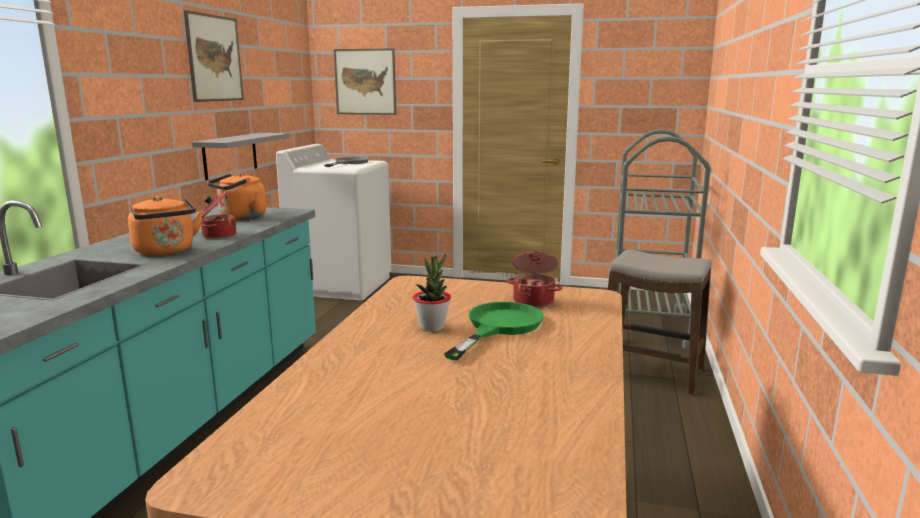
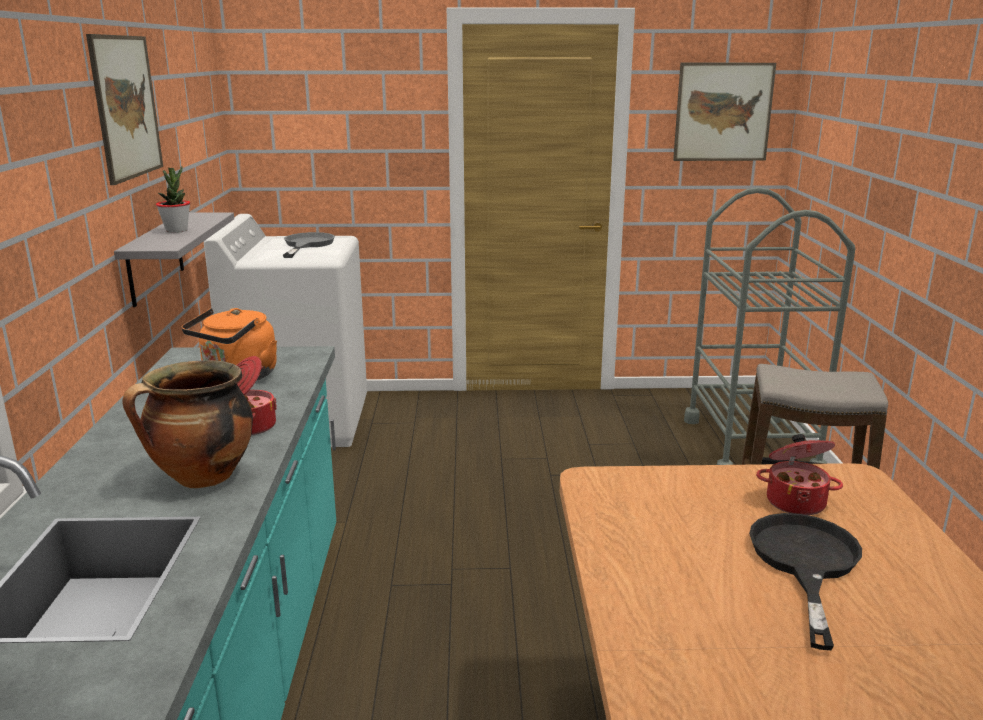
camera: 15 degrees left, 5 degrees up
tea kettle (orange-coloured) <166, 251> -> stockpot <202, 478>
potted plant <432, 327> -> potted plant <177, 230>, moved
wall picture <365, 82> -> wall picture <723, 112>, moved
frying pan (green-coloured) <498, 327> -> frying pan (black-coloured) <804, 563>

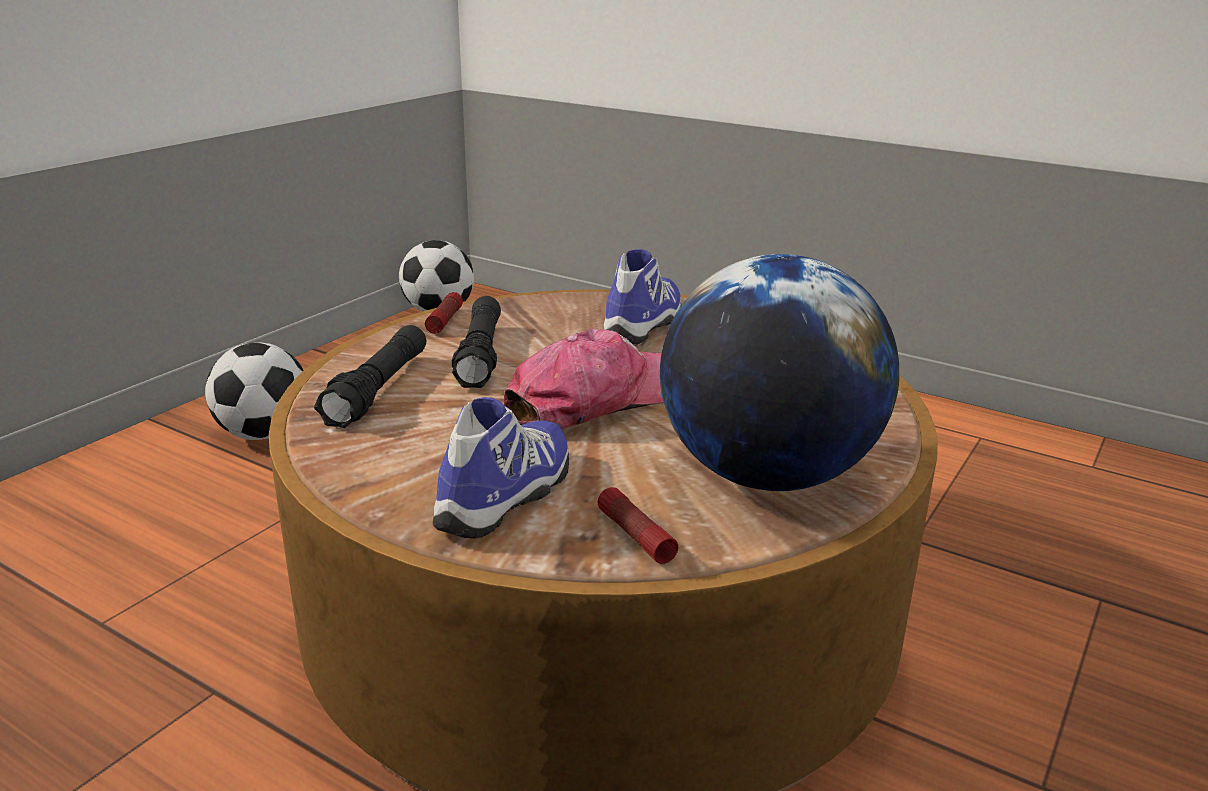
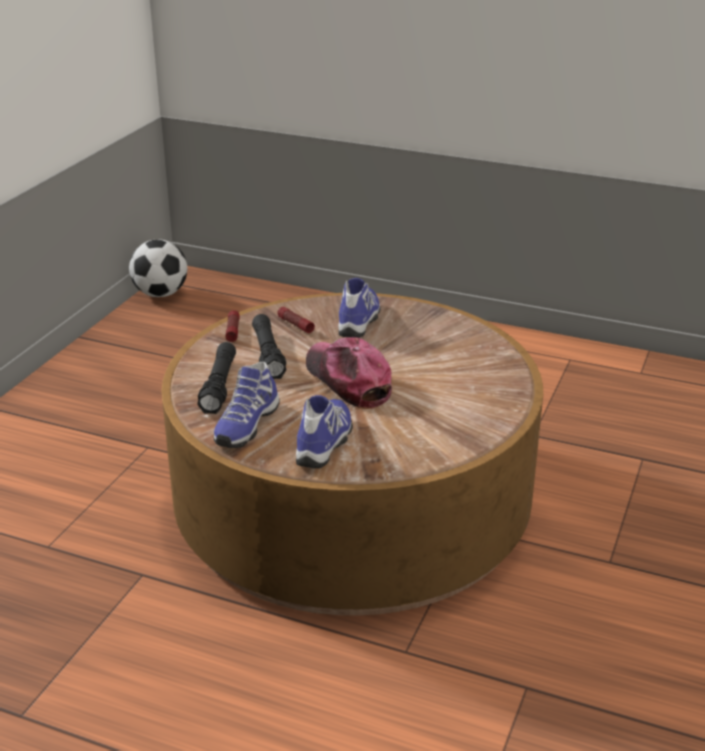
camera: 10 degrees left, 5 degrees up
none -> item of footwear <245, 425>
torch <634, 536> -> torch <295, 325>, moved
baseball cap <592, 402> -> baseball cap <348, 380>, 75 degrees counterclockwise
football <264, 434> -> none
desk globe <767, 475> -> none

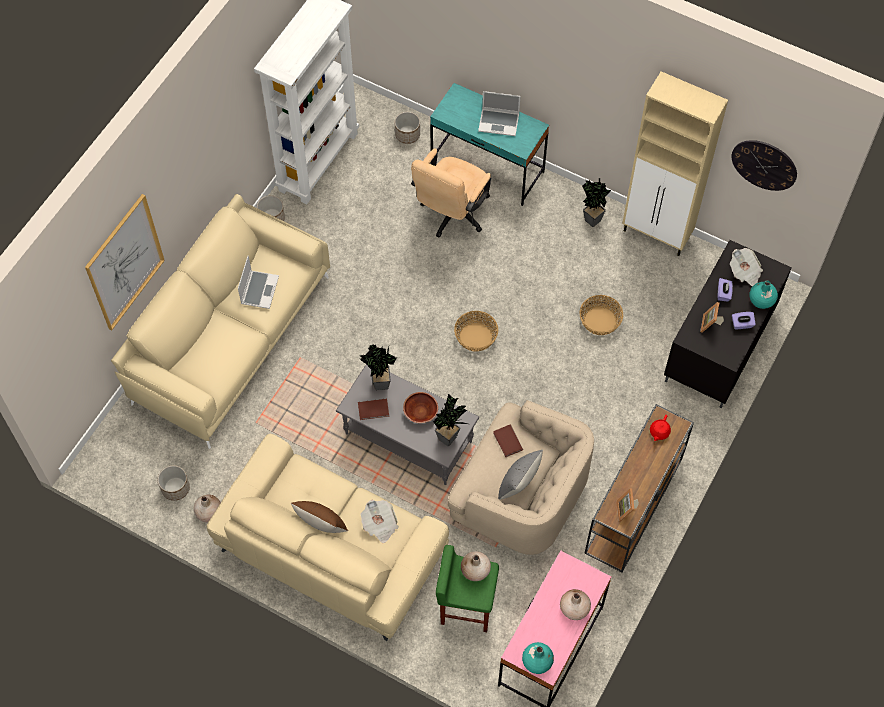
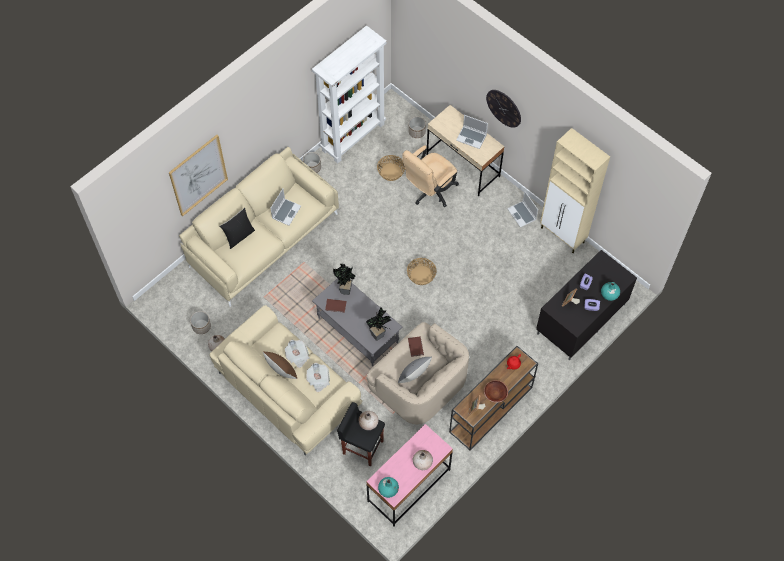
camera: 15 degrees right, 0 degrees up
none -> throw pillow (black-coloured) <239, 236>
daily paper <744, 272> -> daily paper <297, 356>, moved
sitting stool (green-coloured) <466, 607> -> sitting stool (black-coloured) <362, 447>
household basket <600, 321> -> household basket <391, 172>, moved
desk unit (turquoise) <487, 168> -> desk unit (sand-coloured) <463, 166>
bowl (brown-coloured) <420, 412> -> bowl (brown-coloured) <495, 394>, moved
clock on the wall <764, 165> -> clock on the wall <504, 108>, moved
potted plant <591, 218> -> laptop <522, 214>

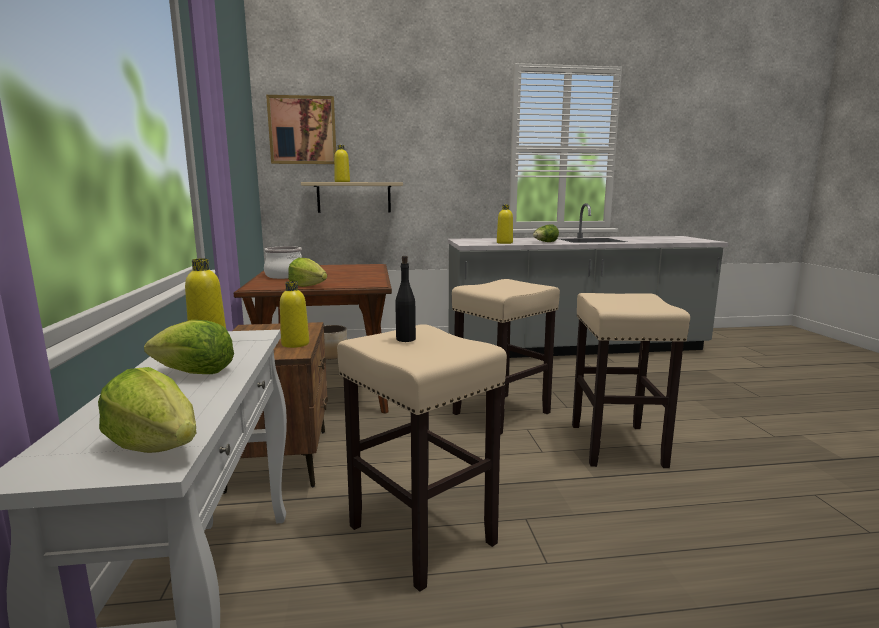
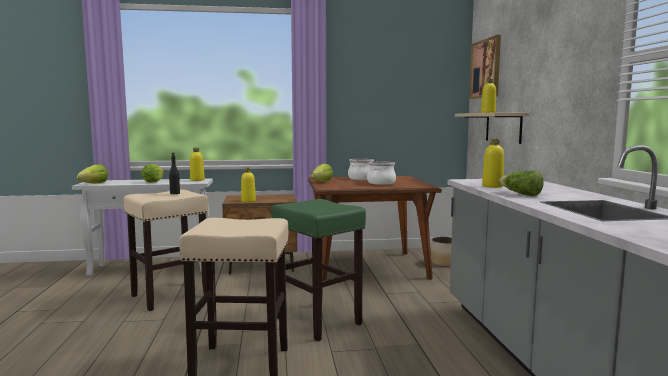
camera: 90 degrees right, 5 degrees down
sitting stool (sand-coloured) <502, 413> -> sitting stool (green-coloured) <319, 321>
none -> stockpot <381, 183>

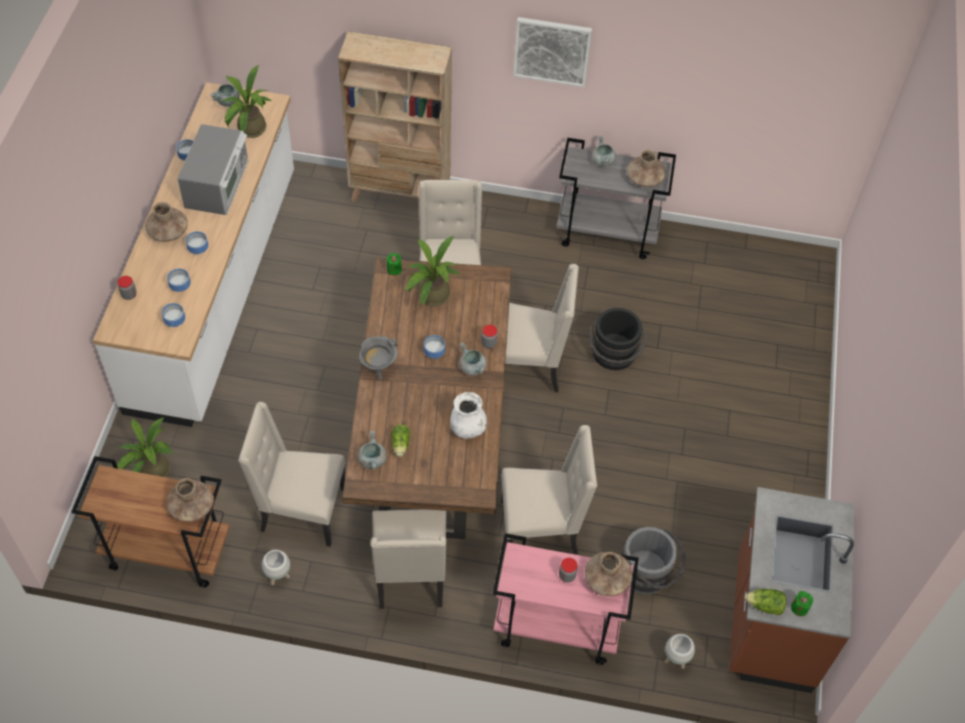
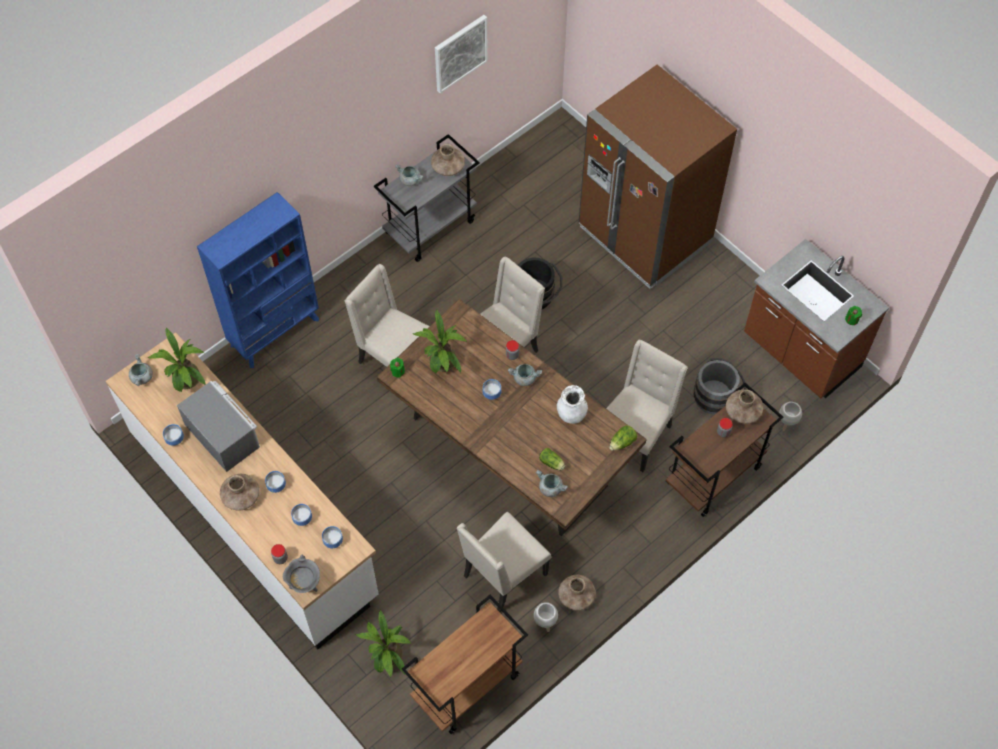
camera: 50 degrees left, 5 degrees up
bookshelf (sand-coloured) <400, 194> -> bookshelf (blue) <275, 332>
stockpot (grey) <379, 367> -> stockpot (grey) <304, 583>, moved
wall picture <552, 51> -> wall picture <460, 53>, moved
decorative vase (brown-coloured) <192, 507> -> decorative vase (brown-coloured) <576, 596>, moved
none -> refrigerator (brown-coloured) <644, 235>
lettuce head <765, 606> -> lettuce head <622, 442>, moved
wheeled cart (pink-coloured) <555, 627> -> wheeled cart (brown-coloured) <713, 476>
plain chair (sand-coloured) <410, 576> -> none

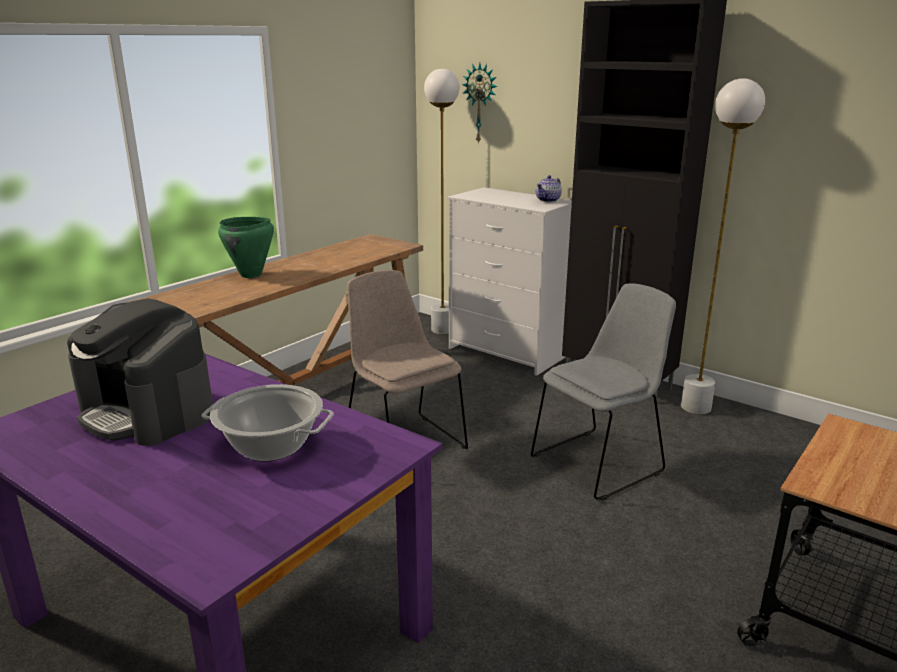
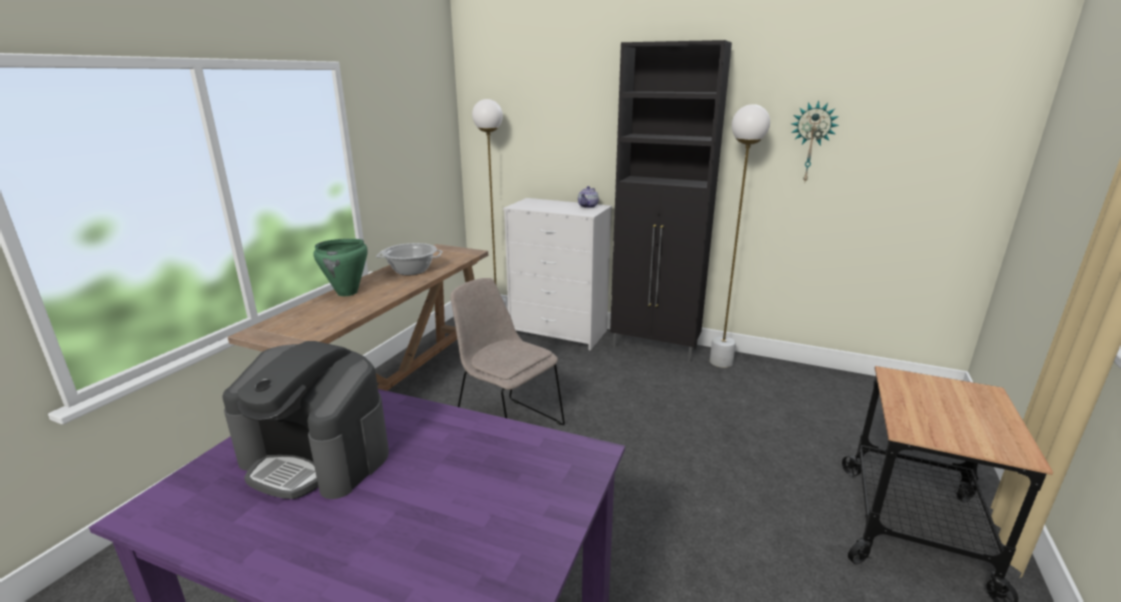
camera: 15 degrees left, 0 degrees up
stockpot <271, 446> -> stockpot <411, 270>, moved
clock on the wall <481, 103> -> clock on the wall <811, 142>, moved
plain chair (grey) <599, 462> -> none

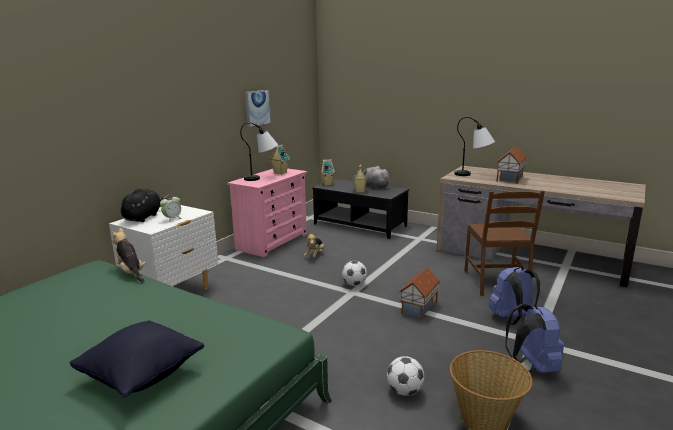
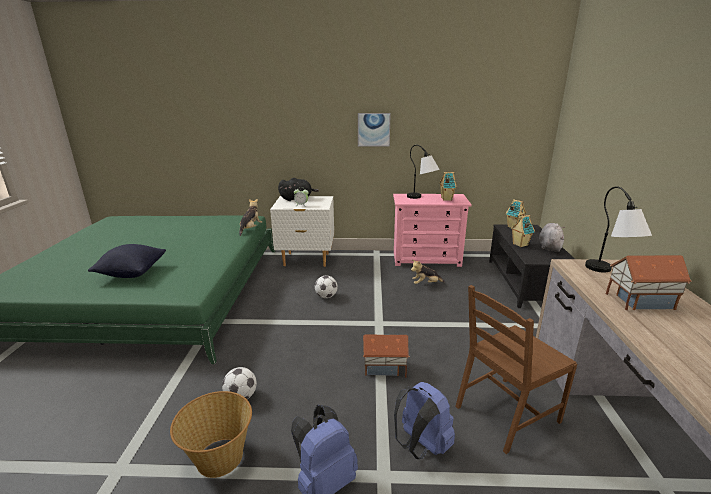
camera: 60 degrees right, 5 degrees up
football <354, 284> -> football <326, 296>, moved
wall picture <257, 108> -> wall picture <373, 129>, moved

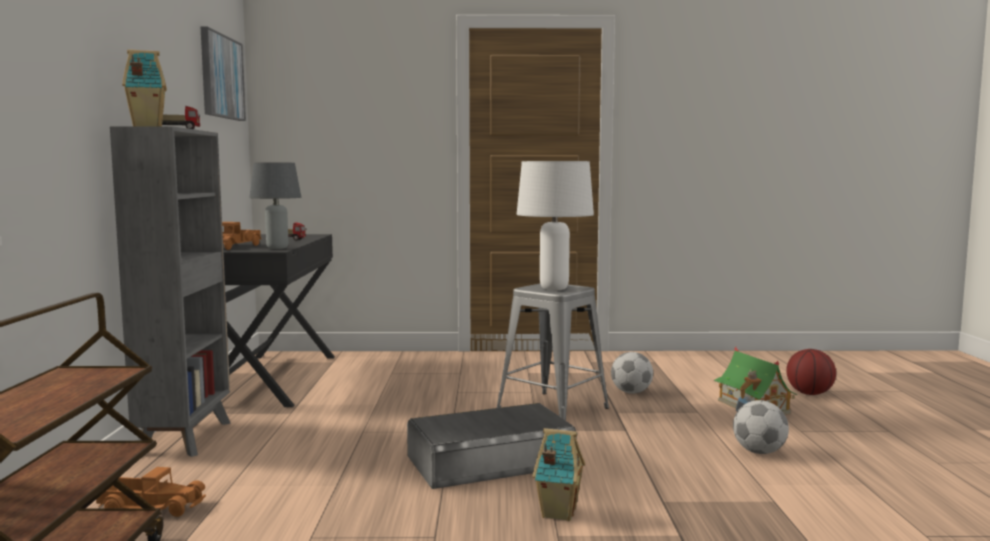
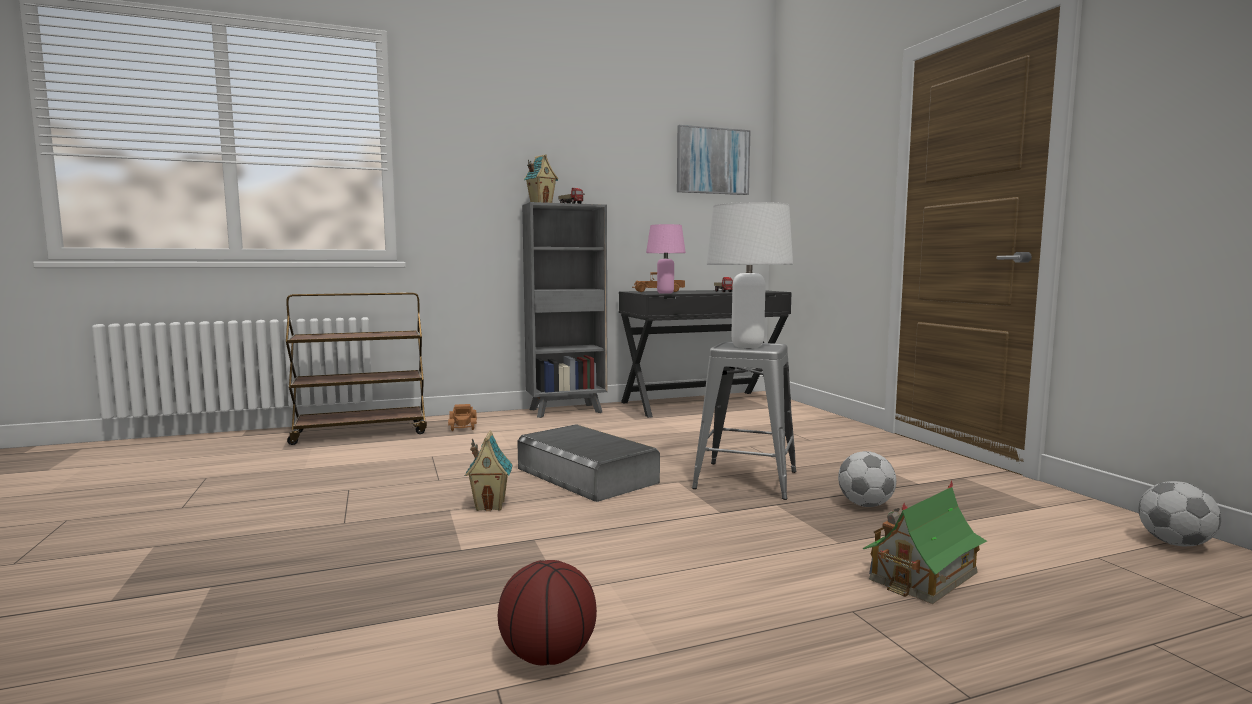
camera: 70 degrees right, 0 degrees up
ball for basketball <810, 393> -> ball for basketball <548, 657>, moved
tabletop lamp (grey) <278, 248> -> tabletop lamp (pink-coloured) <666, 293>
football <759, 452> -> football <1174, 543>, moved

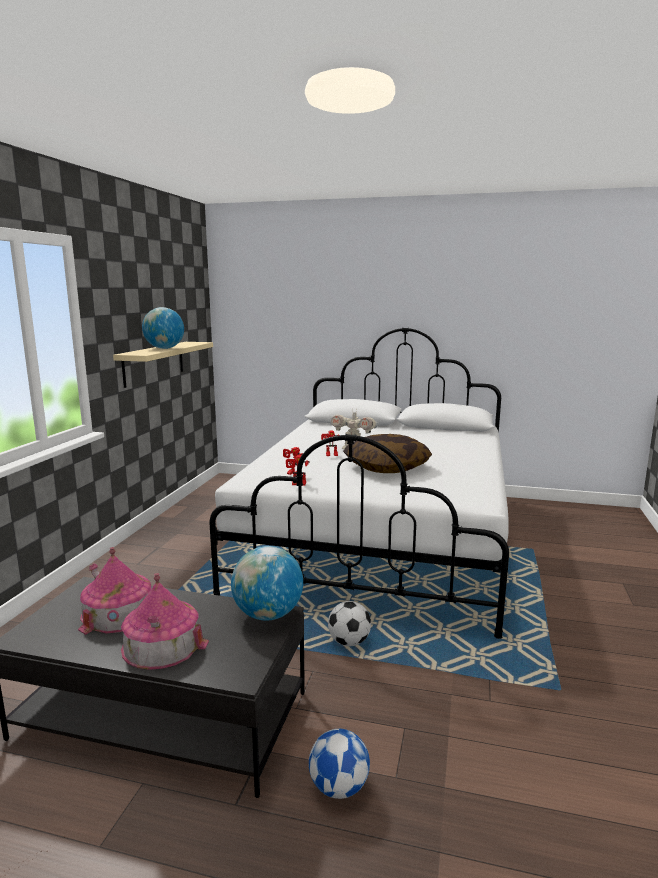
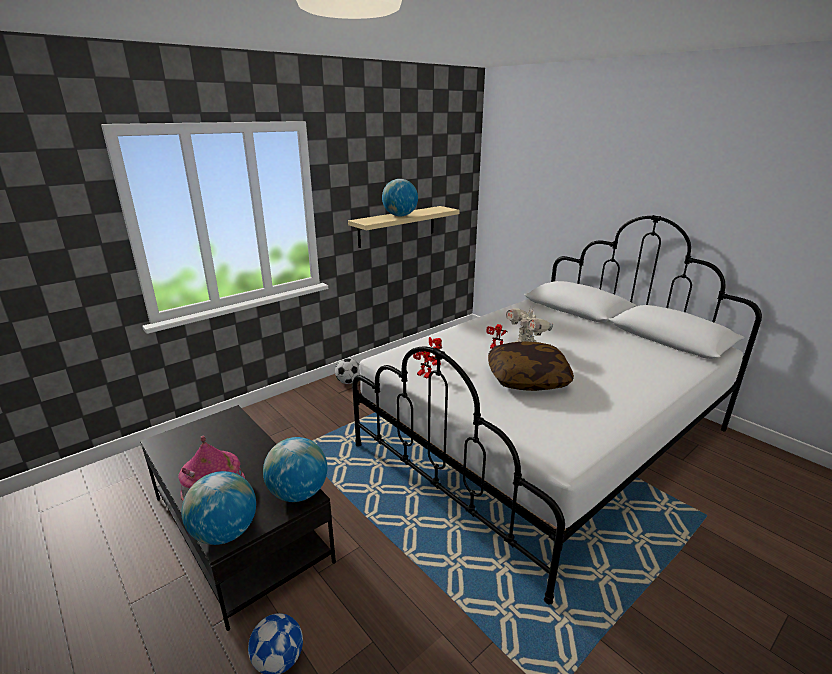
camera: 35 degrees right, 10 degrees up
none -> desk globe <225, 533>
football <349, 642> -> football <348, 382>, moved
miniature house <118, 612> -> none

